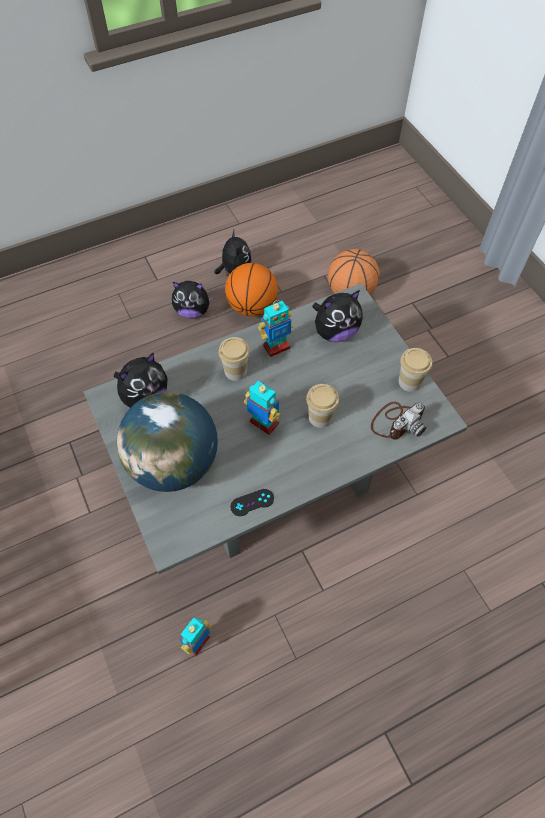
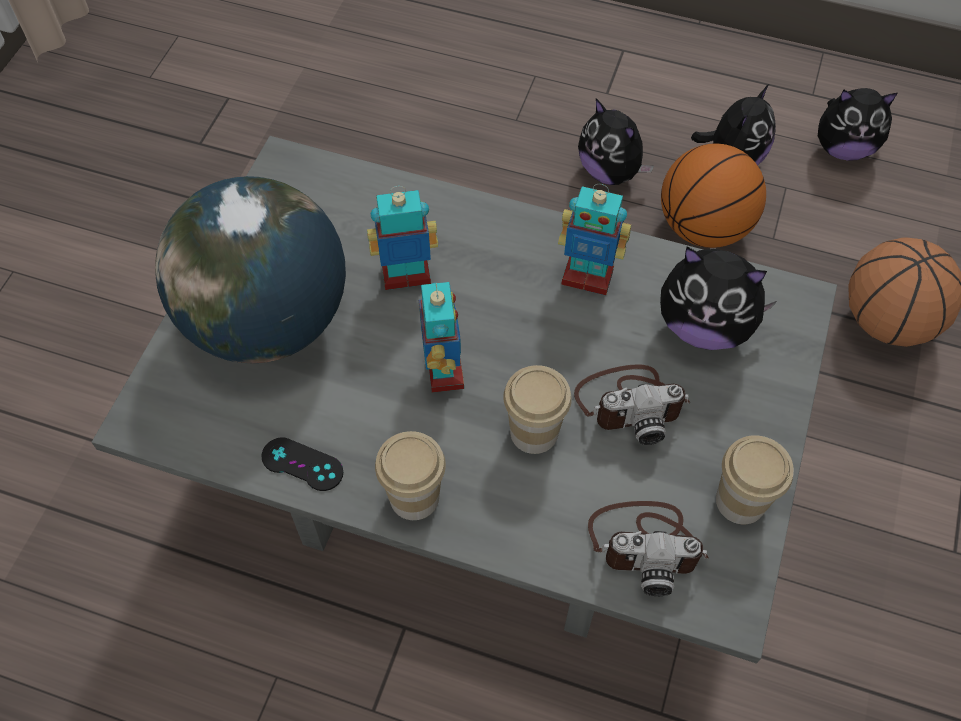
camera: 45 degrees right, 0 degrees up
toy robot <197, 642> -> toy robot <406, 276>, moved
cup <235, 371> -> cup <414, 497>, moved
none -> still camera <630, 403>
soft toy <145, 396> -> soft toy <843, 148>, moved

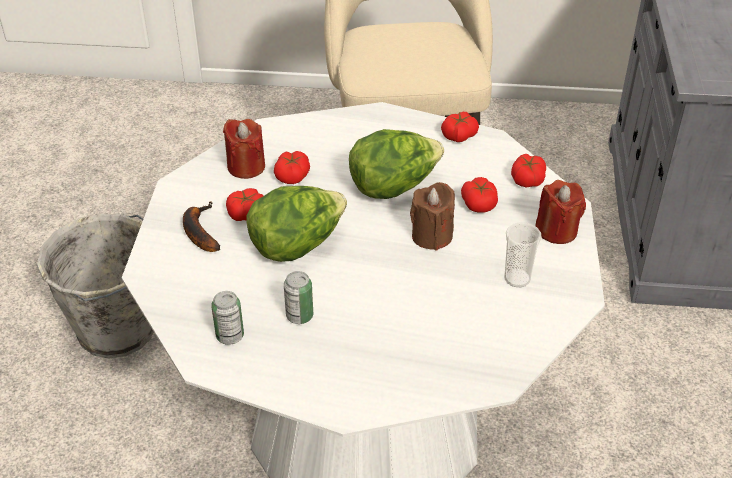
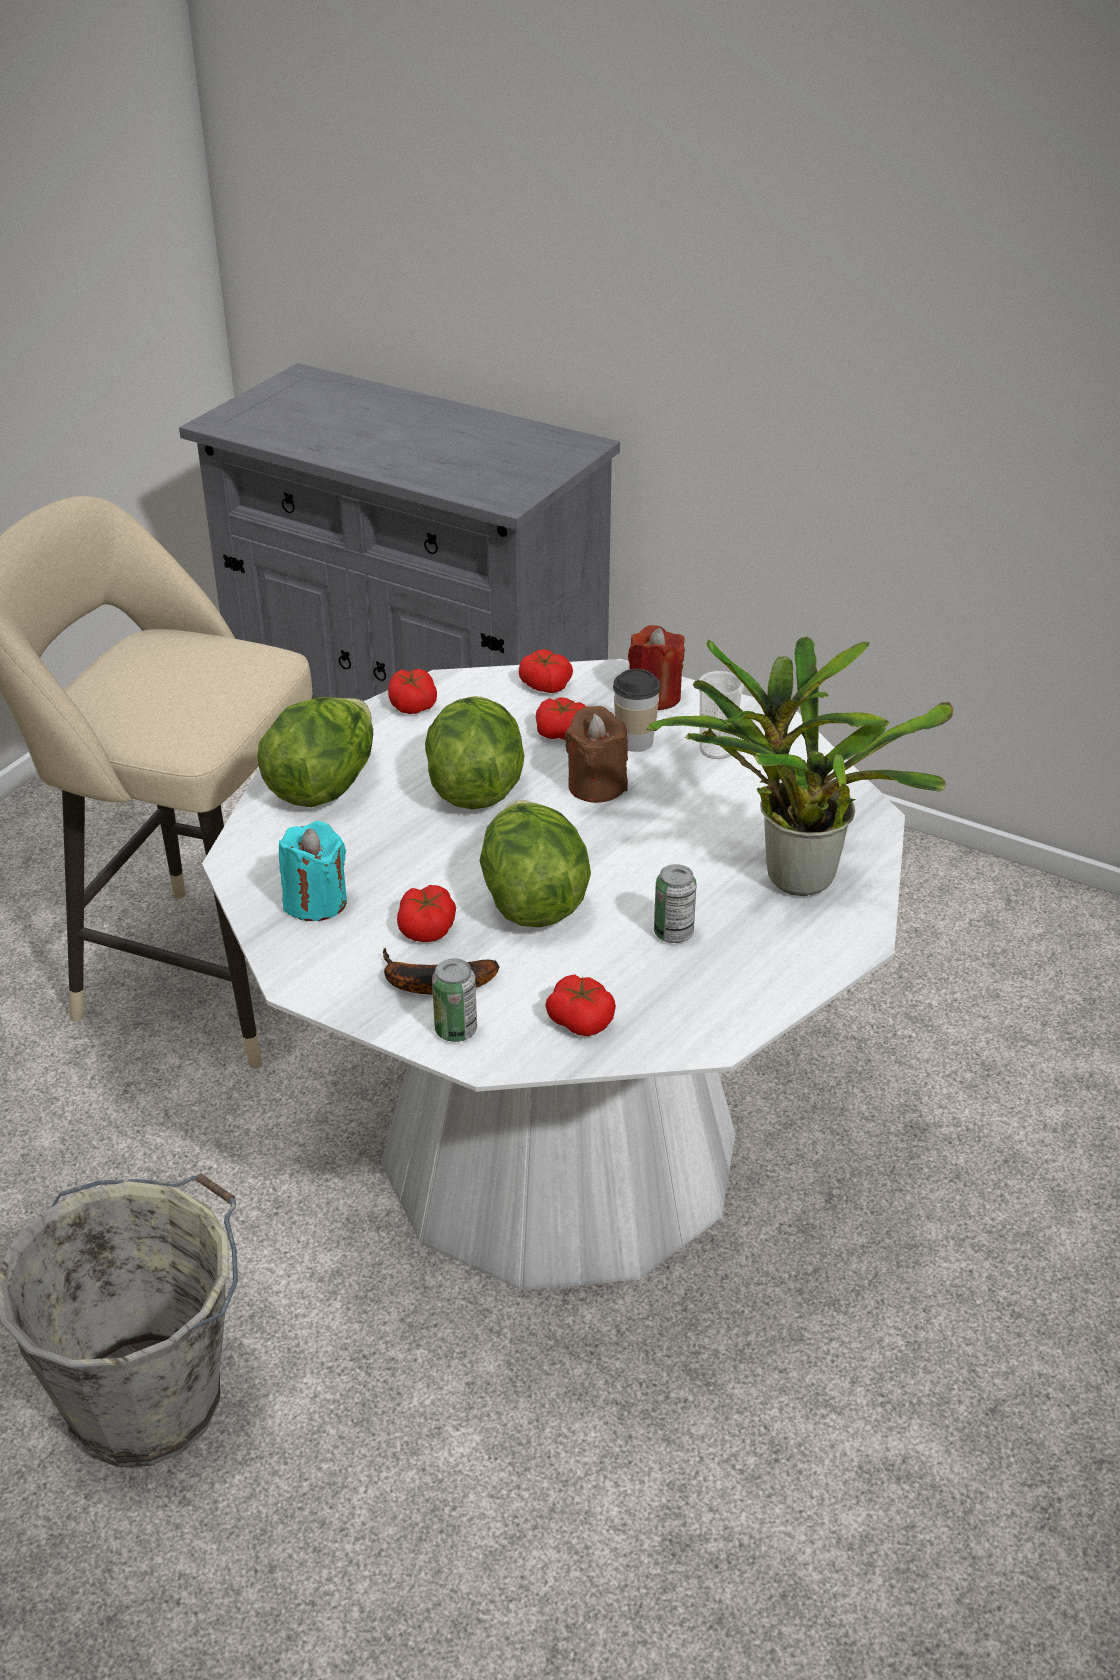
camera: 65 degrees left, 5 degrees down
none -> lettuce head <324, 785>
wax candle (red-coloured) <246, 167> -> wax candle (turquoise) <315, 902>
can <230, 336> -> can <456, 1030>, moved
fresh tomato <292, 176> -> fresh tomato <581, 1019>, moved
none -> cup <635, 742>
none -> potted plant <790, 875>

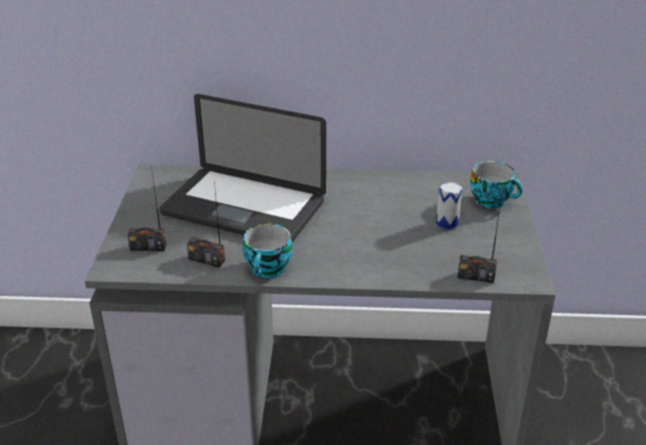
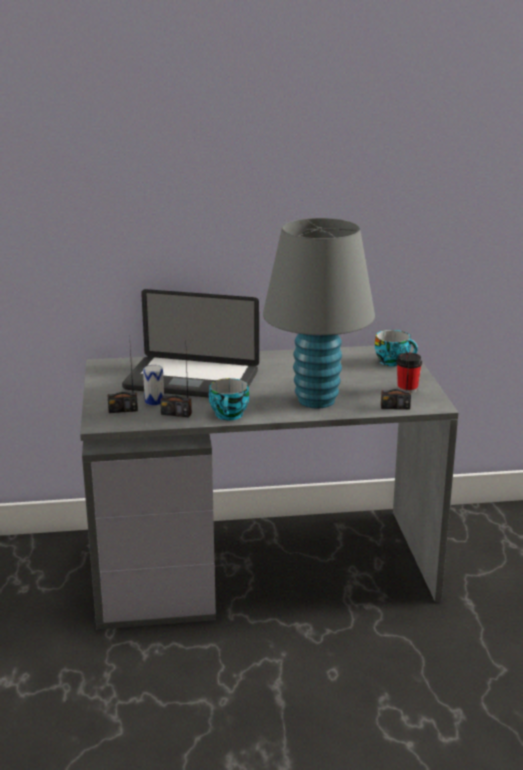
camera: 10 degrees left, 10 degrees down
can <447, 223> -> can <154, 401>, moved
none -> tabletop lamp (grey) <316, 400>
none -> cup <407, 389>

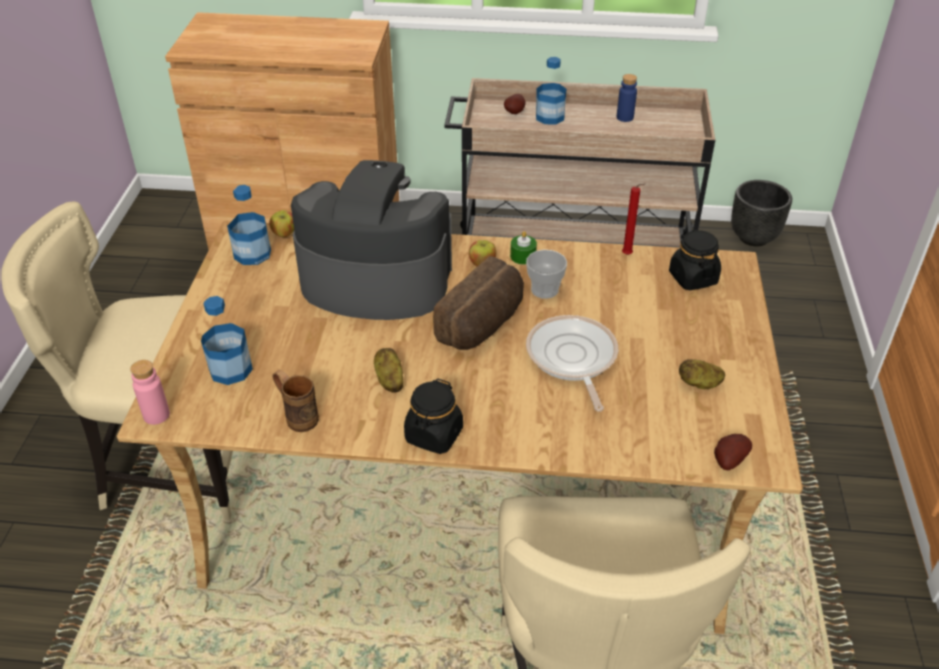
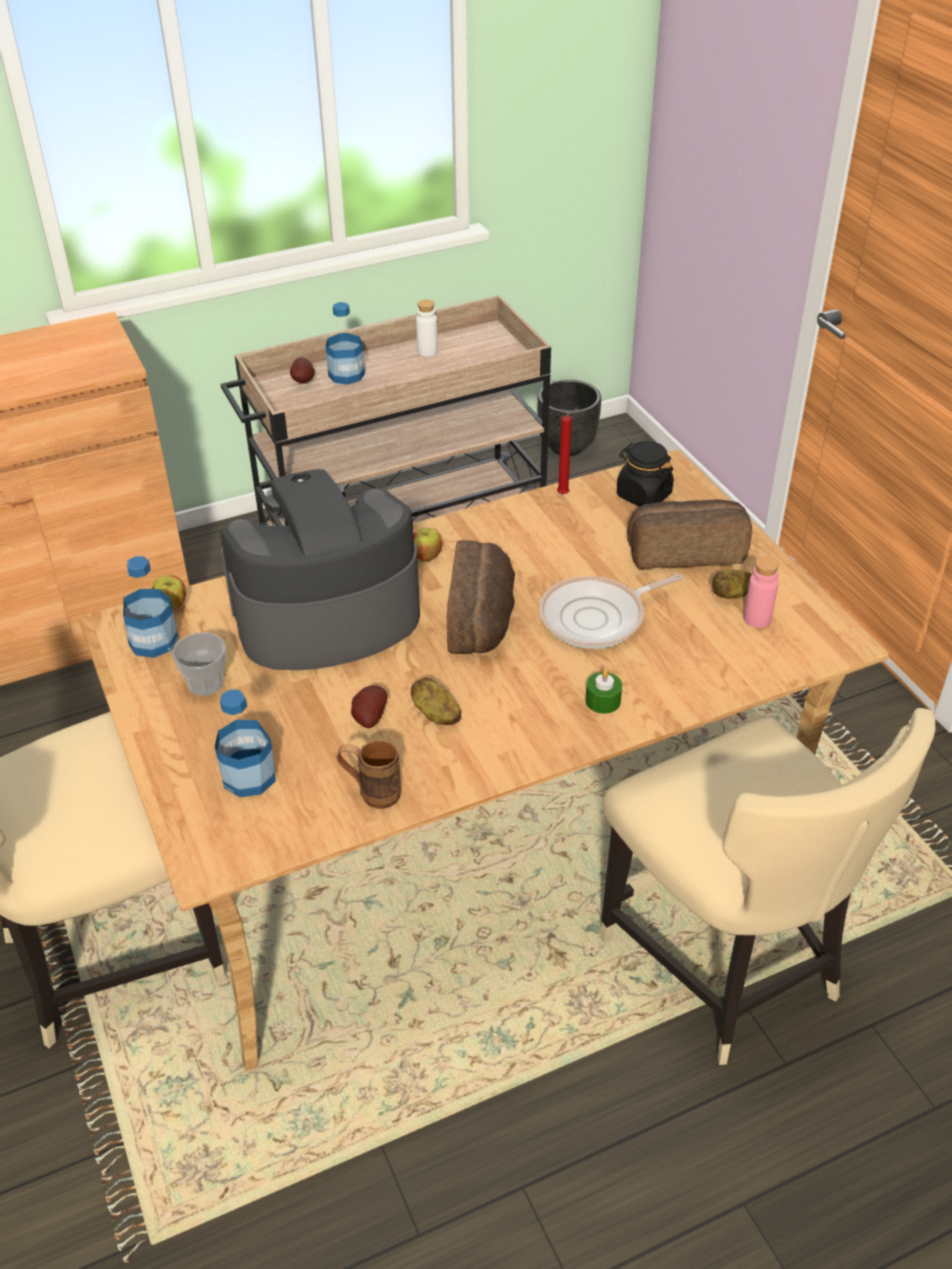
camera: 30 degrees left, 0 degrees up
cup <544, 290> -> cup <205, 683>, moved
potato <727, 460> -> potato <368, 718>, moved
drink bottle (blue) <625, 117> -> drink bottle (white-coloured) <427, 351>
frying pan <572, 358> -> frying pan <598, 618>, 75 degrees counterclockwise
wax candle (green-coloured) <523, 256> -> wax candle (green-coloured) <603, 701>, moved
none -> bread <685, 551>
drink bottle (pink-coloured) <156, 415> -> drink bottle (pink-coloured) <757, 619>, moved
storage jar (black-coloured) <434, 435> -> none

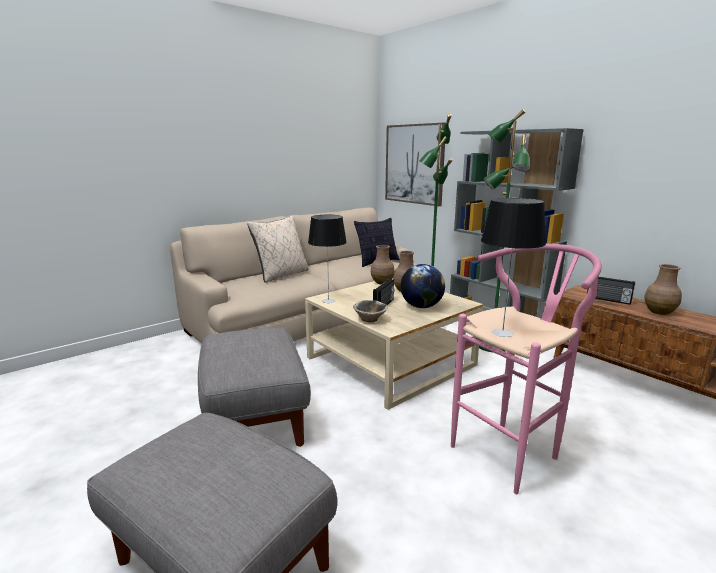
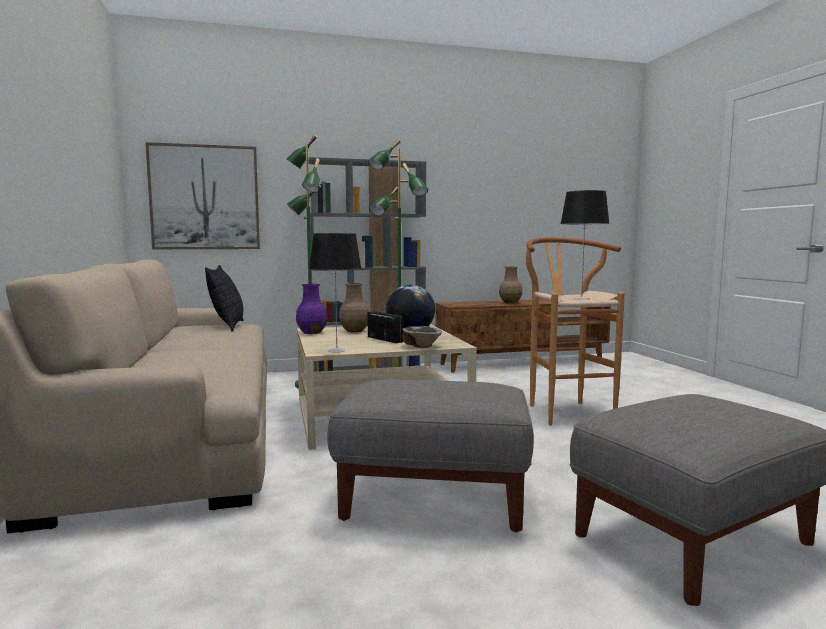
camera: 65 degrees left, 10 degrees down
decorative vase (brown-coloured) <381, 282> -> decorative vase (purplish) <311, 332>
sitting stool (pink-coloured) <511, 450> -> sitting stool (brown-coloured) <565, 410>
throw pillow (sand-coloured) <282, 275> -> none
radio receiver <608, 300> -> none

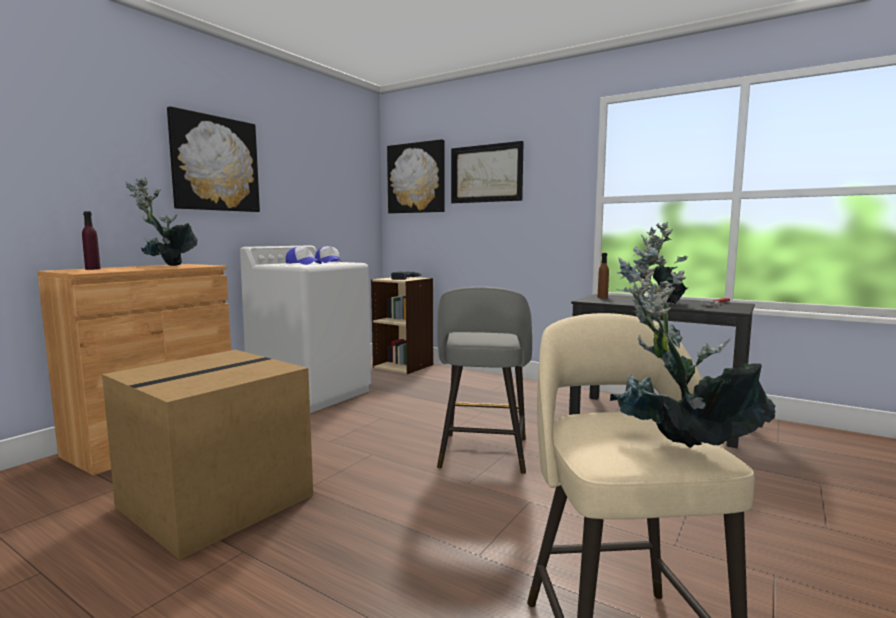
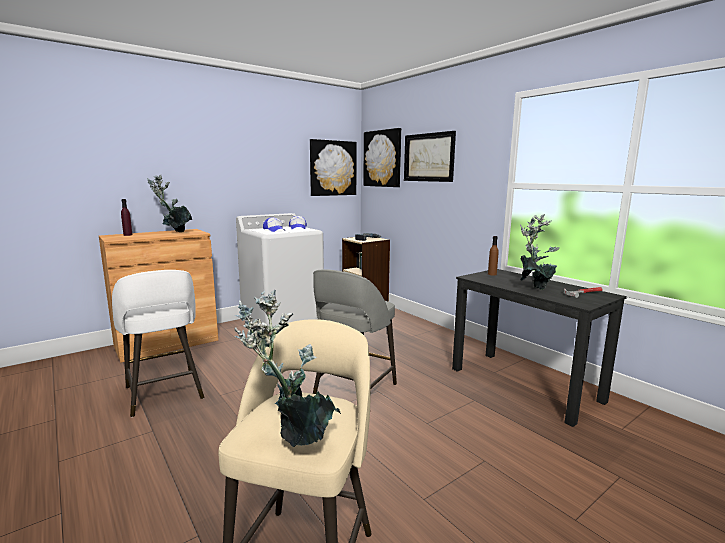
camera: 20 degrees right, 5 degrees up
carton <215, 502> -> sitting stool (white-coloured) <164, 394>
wall picture <215, 164> -> wall picture <333, 168>, moved

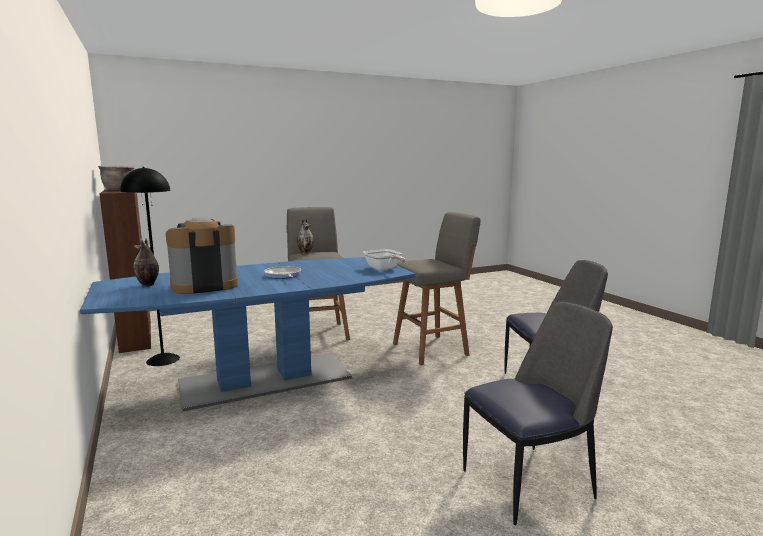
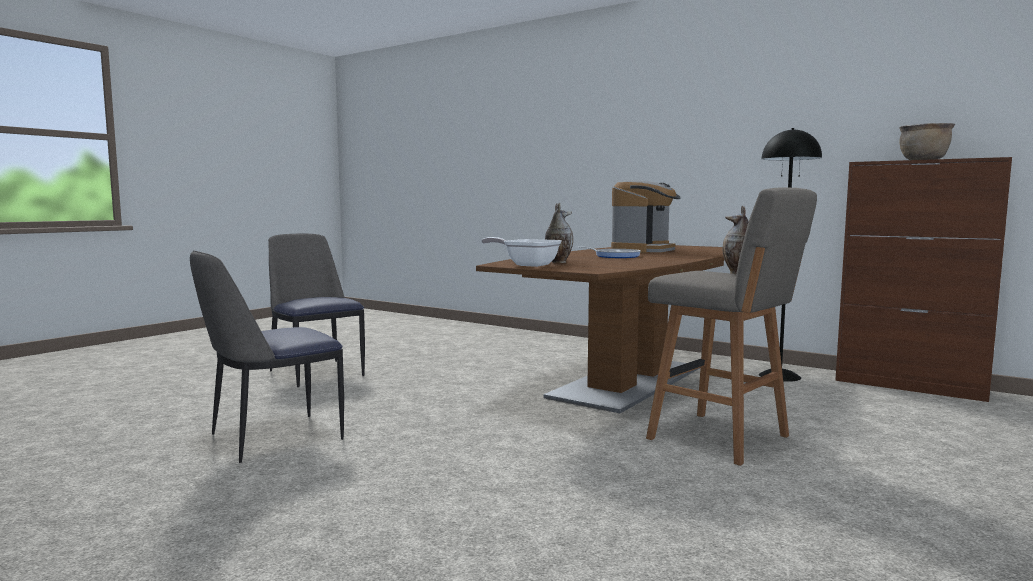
camera: 150 degrees right, 5 degrees down
plain chair <530, 482> -> plain chair <316, 373>, 105 degrees clockwise
dinner table (blue) <264, 380> -> dinner table (brown-coloured) <628, 381>
decorative vase <148, 285> -> decorative vase <558, 262>, moved
sitting stool (grey) <432, 349> -> none

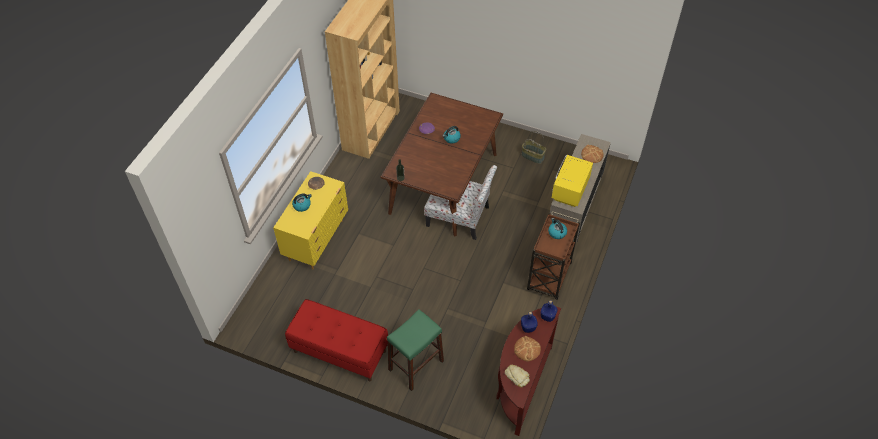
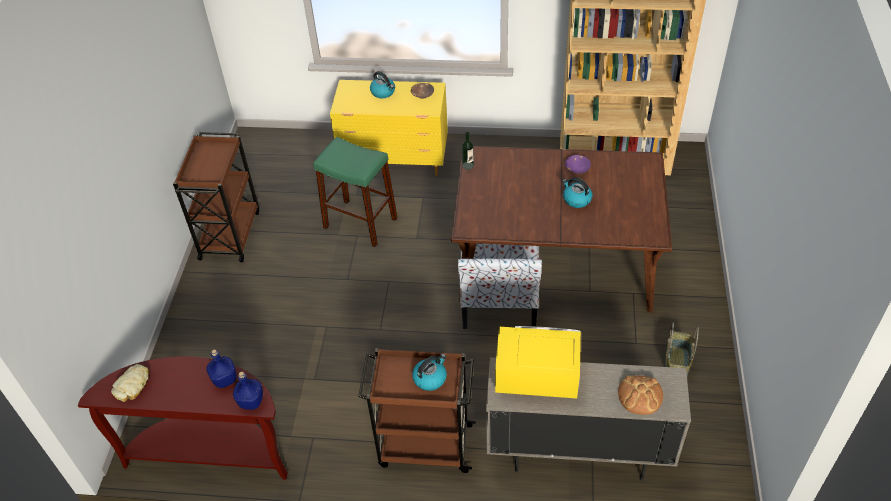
camera: 75 degrees right, 5 degrees down
long seat (red-coloured) <339, 351> -> wheeled cart (brown-coloured) <230, 234>
sitting stool (green-coloured) <416, 365> -> sitting stool (green-coloured) <360, 223>, moved
bread <527, 349> -> none

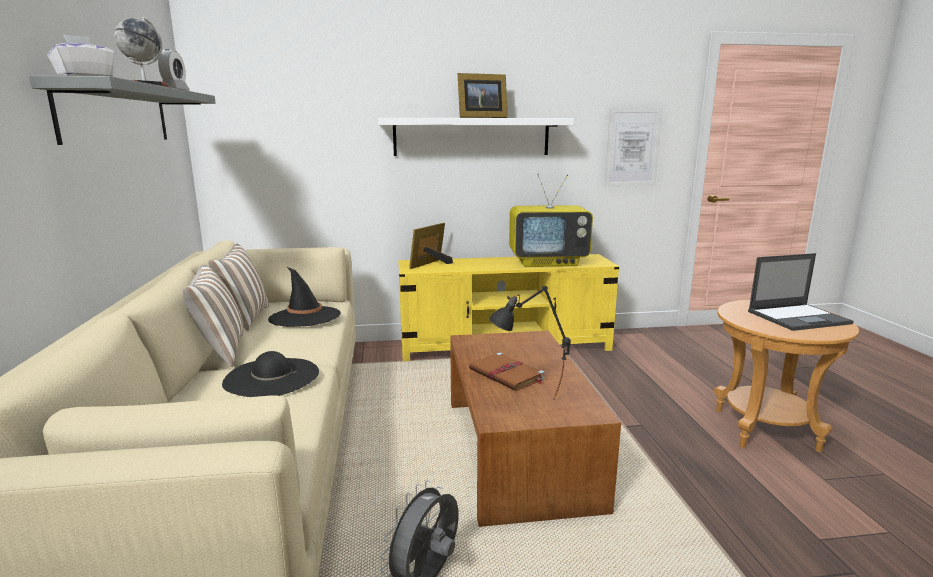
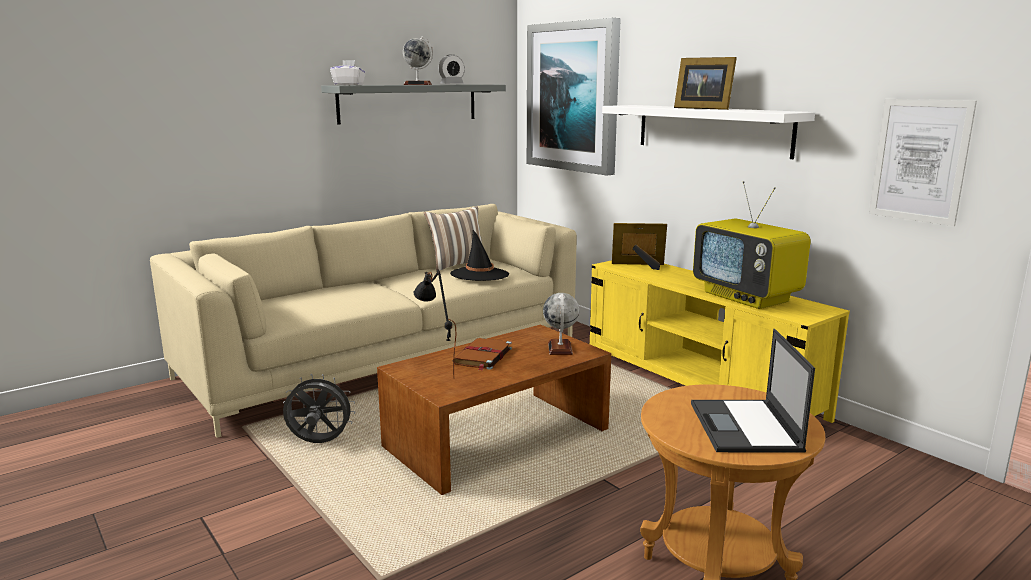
camera: 60 degrees right, 0 degrees up
none -> wall picture <573, 97>
none -> desk globe <560, 348>
laptop <799, 317> -> laptop <745, 427>, 45 degrees clockwise
throw pillow <220, 351> -> none
hat (black-coloured) <271, 377> -> none

